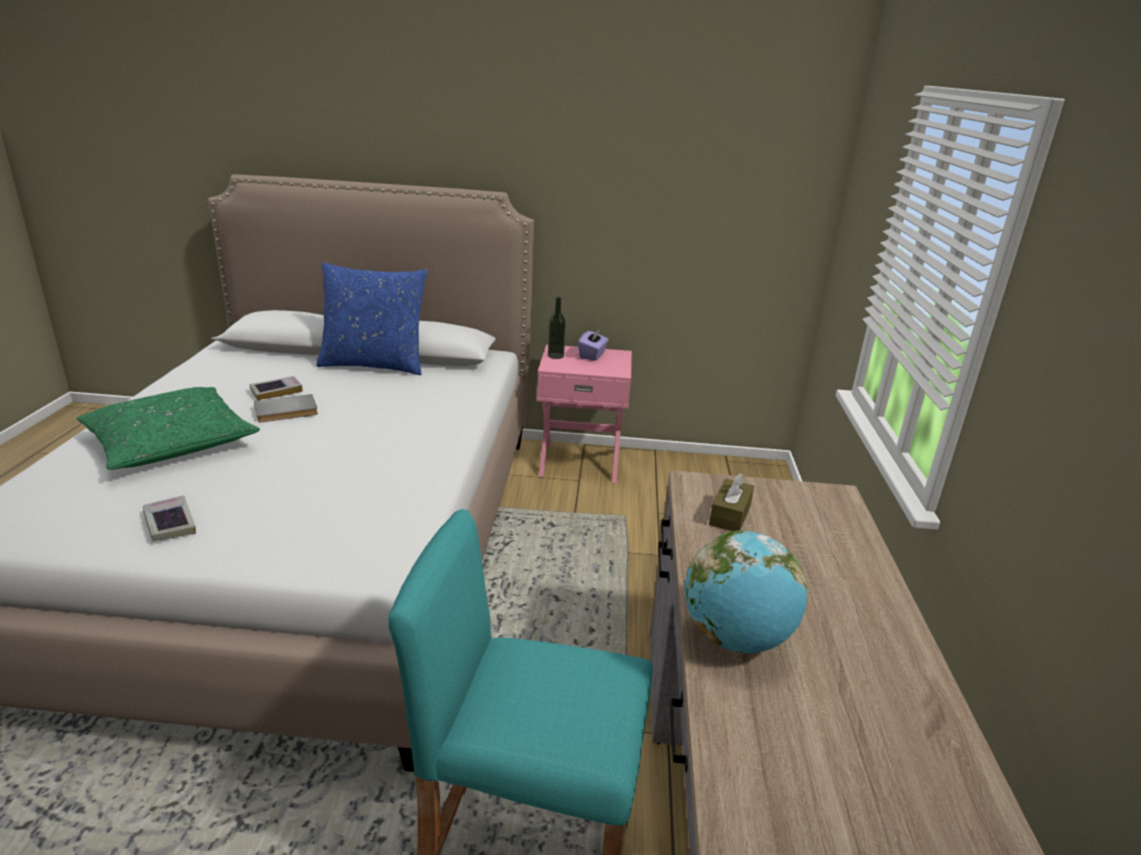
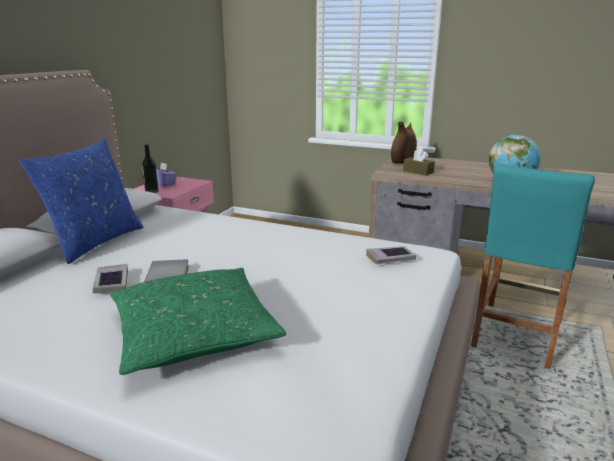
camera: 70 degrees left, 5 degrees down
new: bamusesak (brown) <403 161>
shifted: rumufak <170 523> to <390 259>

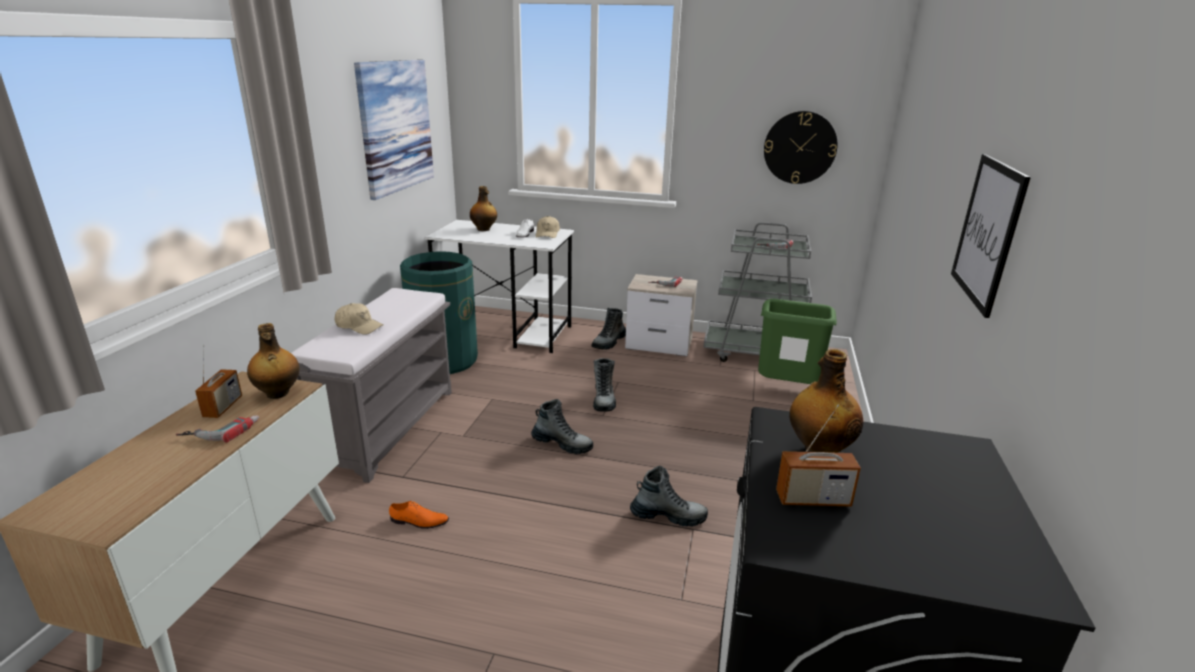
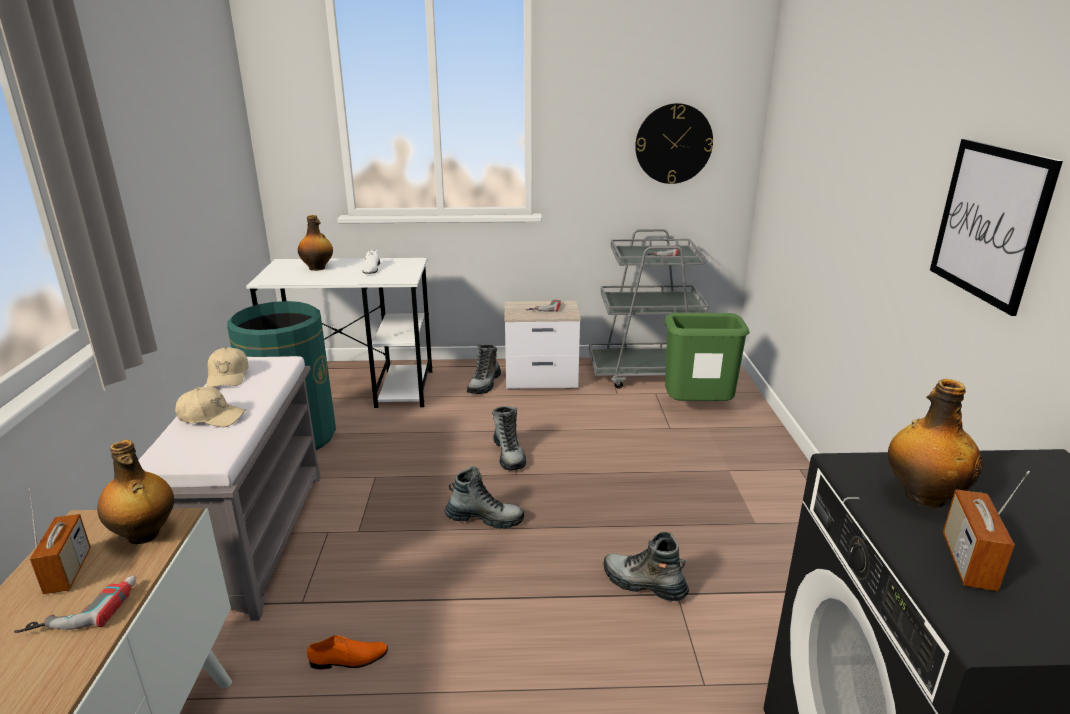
camera: 15 degrees left, 0 degrees up
gone: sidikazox <396 126>
shifted: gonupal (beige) <547 234> to <228 376>
rotated: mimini <668 516> = <643 584> 135 degrees counterclockwise; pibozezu <813 499> = <968 562> 120 degrees clockwise

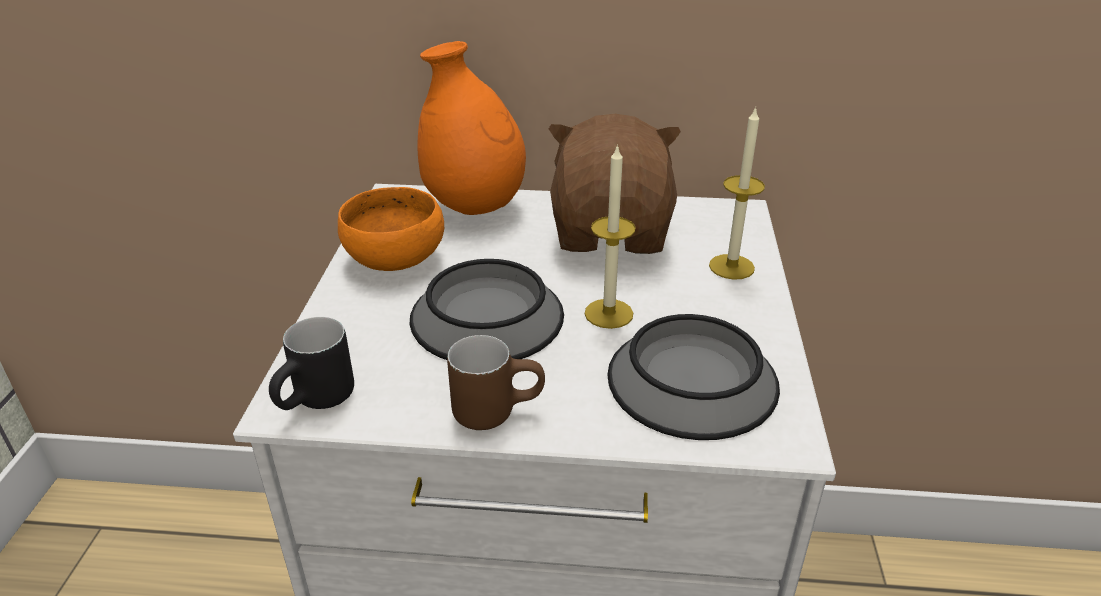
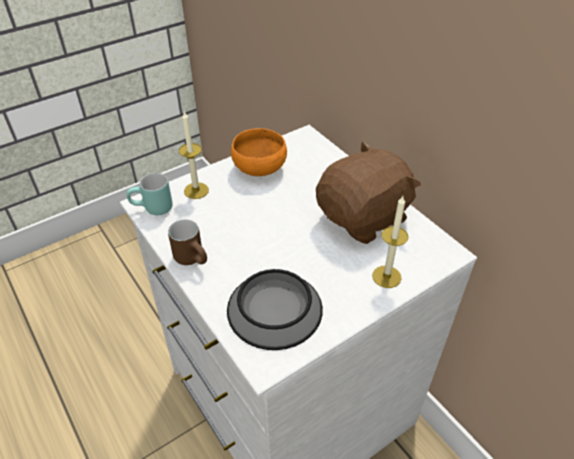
camera: 50 degrees right, 10 degrees up
gone: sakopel <486 316>; bamusesak (orange) <475 207>
shifted: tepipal <608 313> to <196 190>
repainted: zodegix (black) <319 403> to zodegix (turquoise) <152 210>

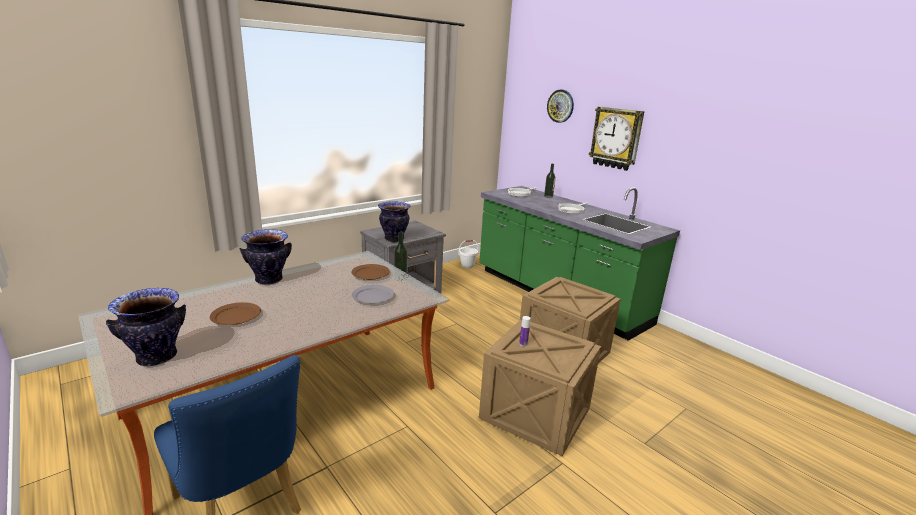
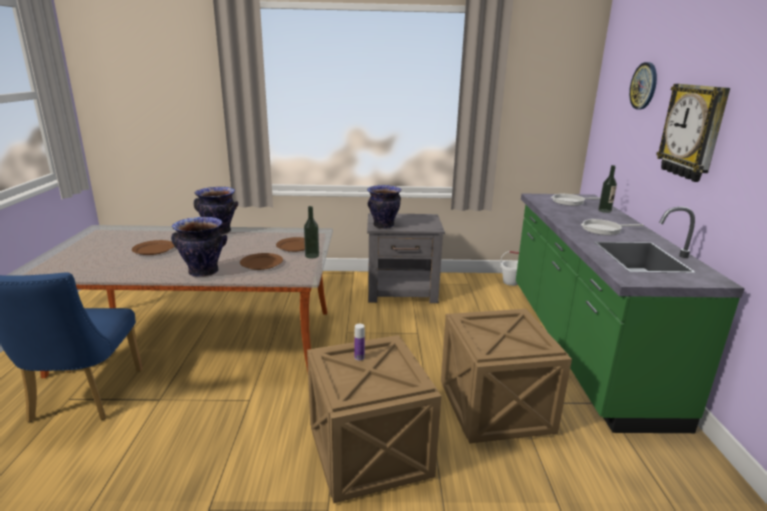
camera: 40 degrees right, 0 degrees up
shifted: bamusesak <157 357> to <204 272>
repainted: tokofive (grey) <373 296> to tokofive (brown) <261 263>

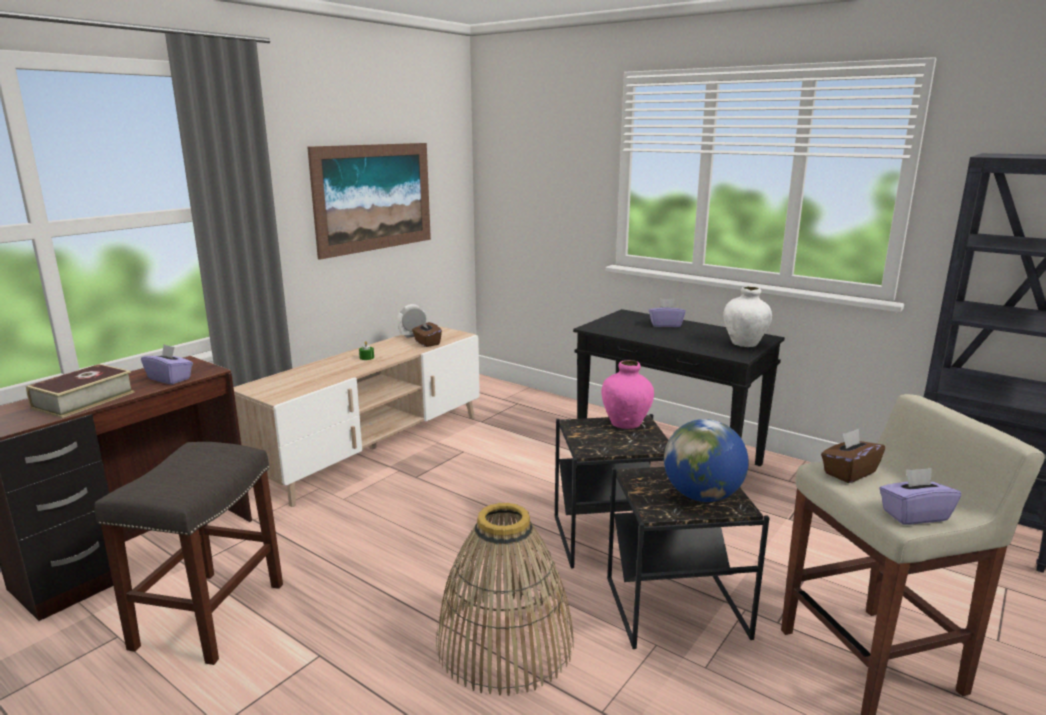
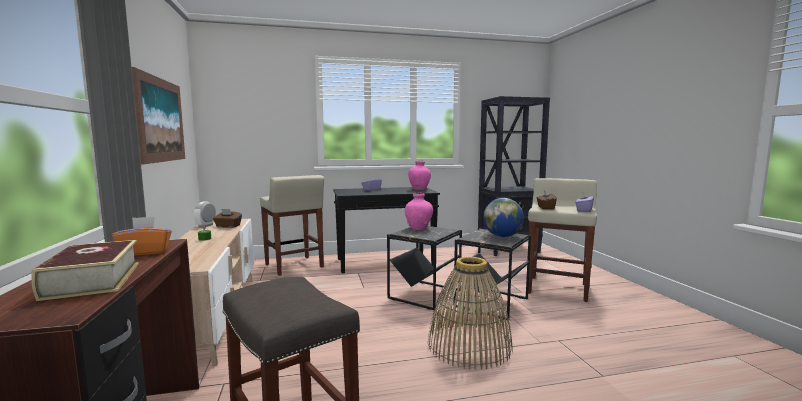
camera: 50 degrees left, 10 degrees down
new: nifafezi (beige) <294 266>
repainted: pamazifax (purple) <170 379> to pamazifax (orange) <145 252>; bamusesak (white) <744 344> to bamusesak (pink) <419 189>

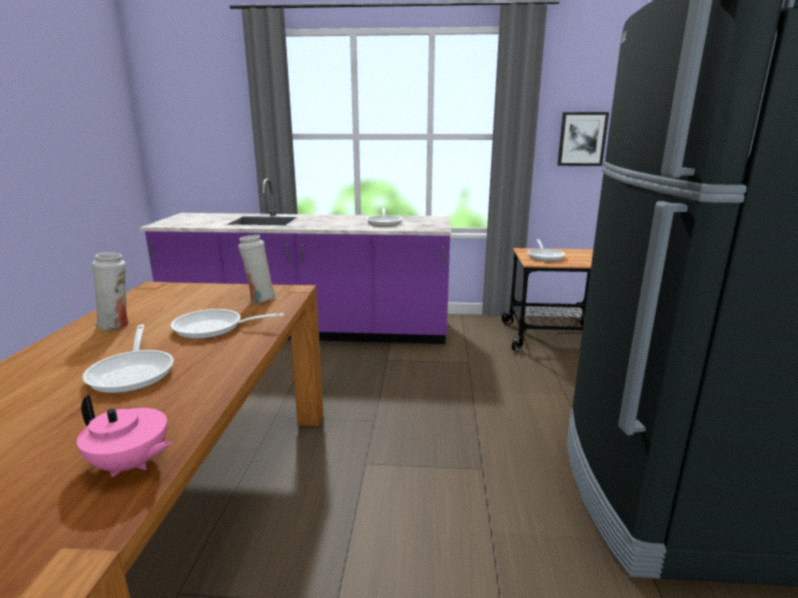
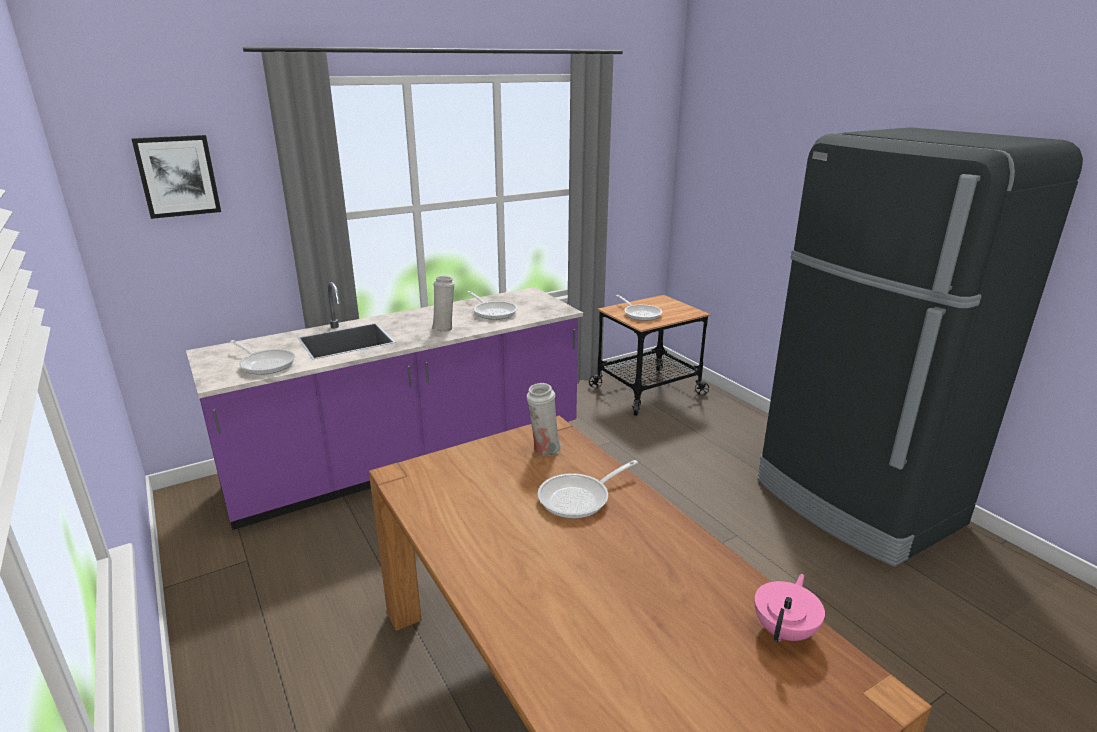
camera: 35 degrees left, 5 degrees up
shifted: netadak <133 372> to <265 364>; bamusesak (white) <117 325> to <444 328>; sidikazox <582 139> to <177 176>
rotated: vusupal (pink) <131 465> = <785 630> 45 degrees counterclockwise

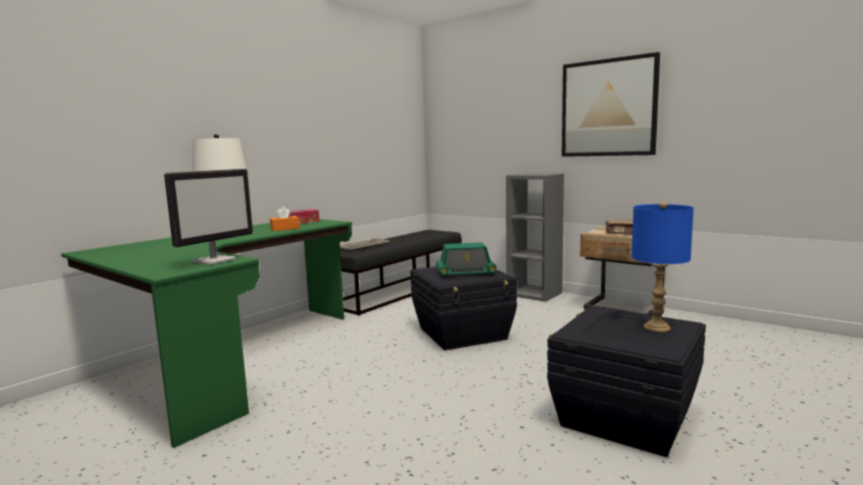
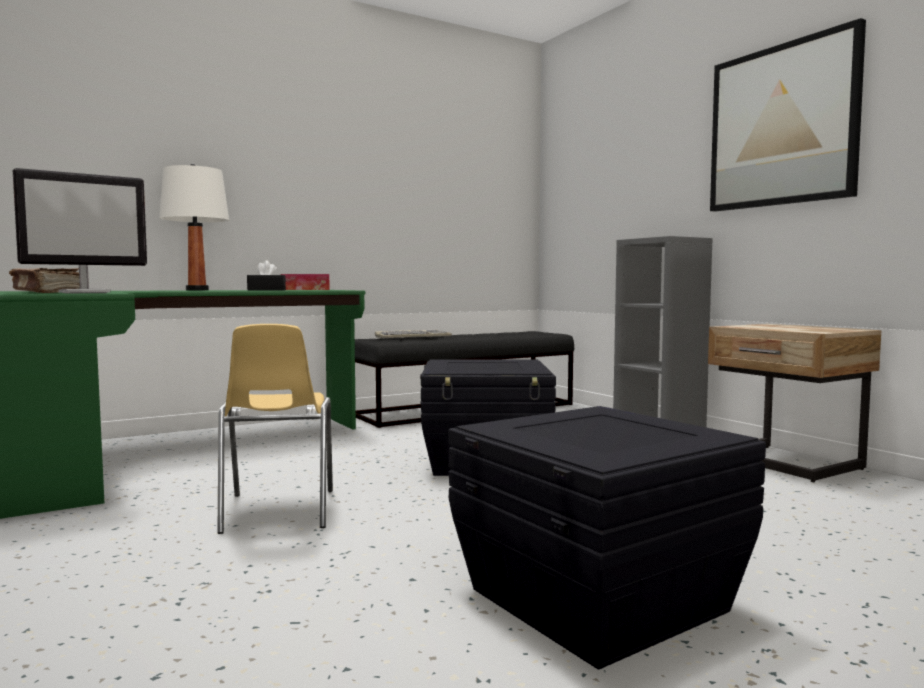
camera: 20 degrees right, 5 degrees down
gone: pibozezu <465 273>; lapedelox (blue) <656 327>
new: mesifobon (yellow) <277 511>
shifted: rumufak (brown) <622 233> to <48 292>
repainted: pamazifax (orange) <285 229> to pamazifax (black) <266 290>

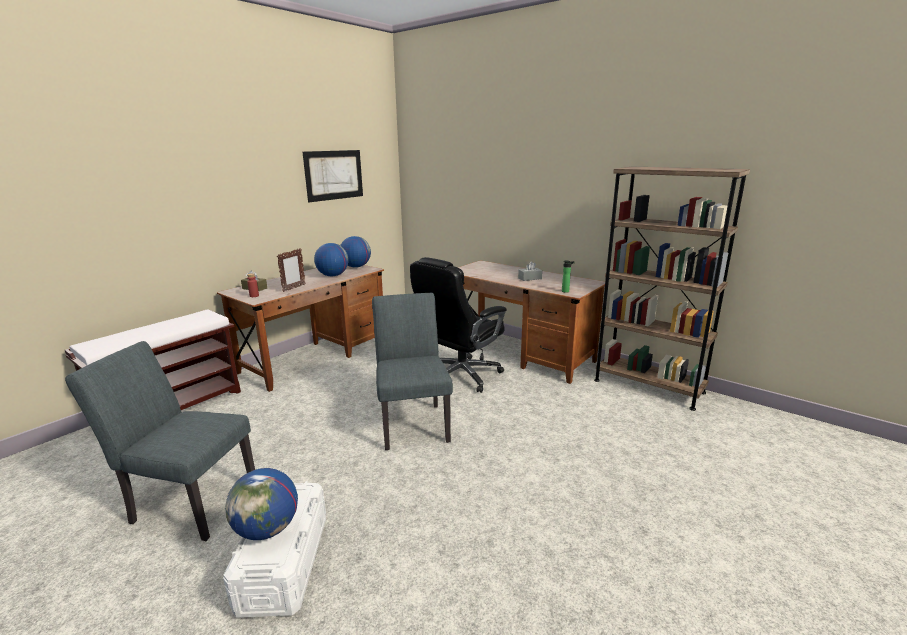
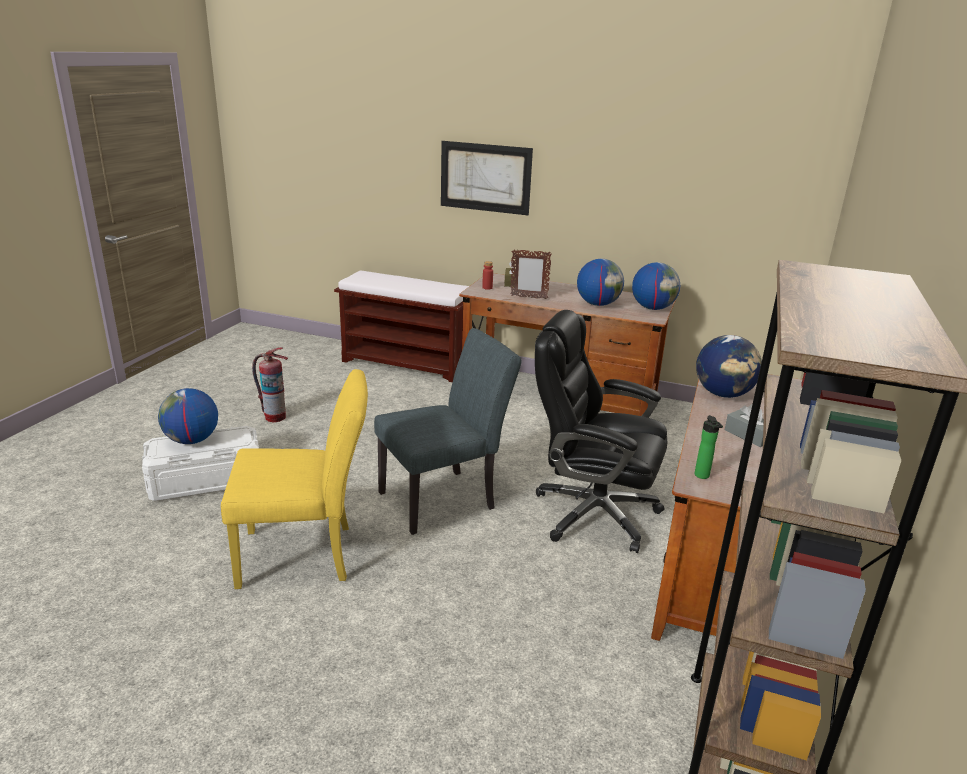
camera: 70 degrees right, 5 degrees up
new: mesifobon (yellow) <306 555>; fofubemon <723 394>
shifted: sidikazox <334 175> to <485 177>
swapped: mesifobon (grey) <188 502> to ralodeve <275 417>

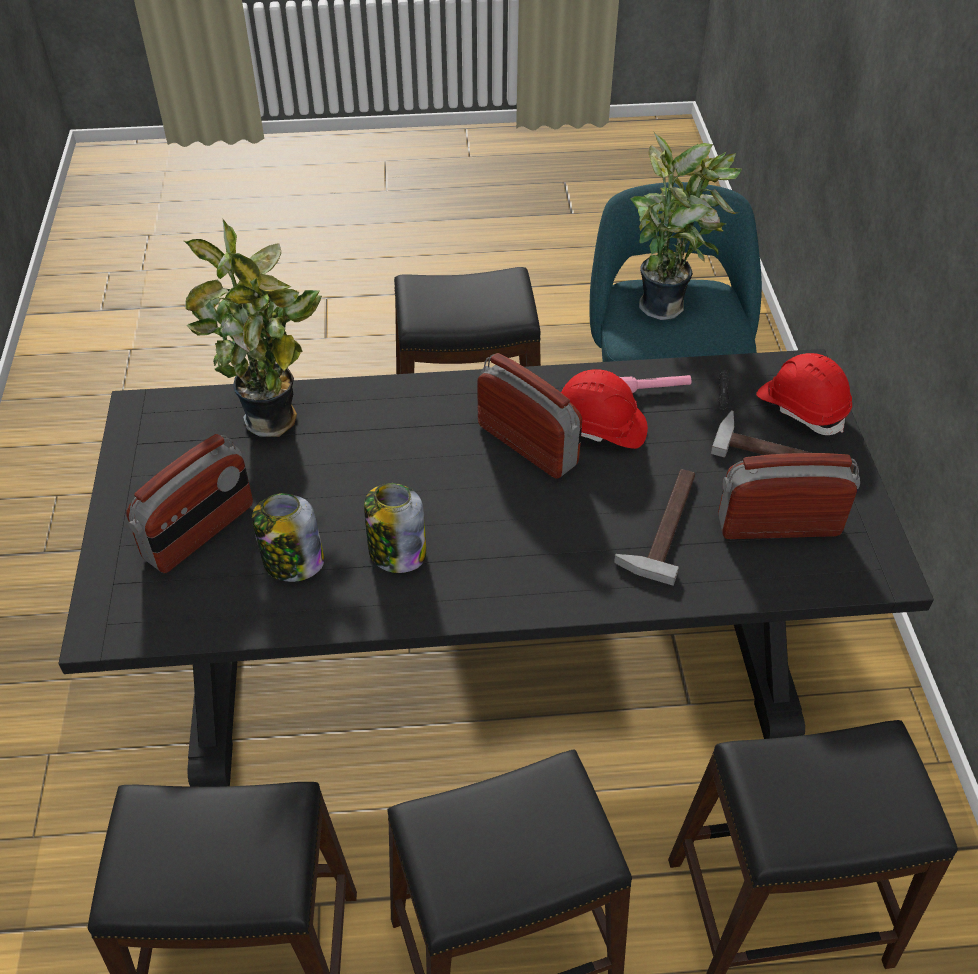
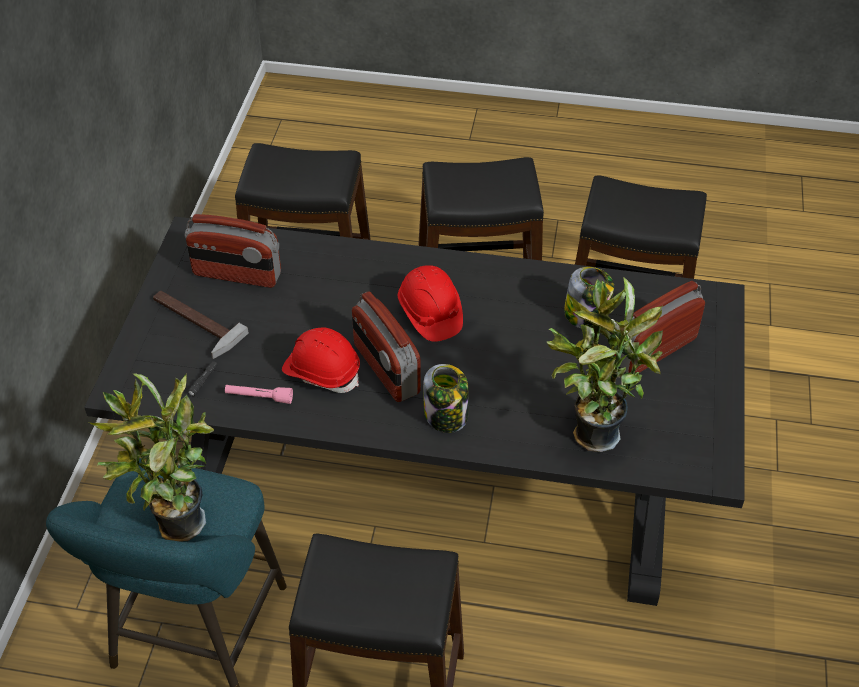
camera: 165 degrees left, 0 degrees up
gone: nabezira <662 523>
shifted: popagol <396 552> to <446 416>; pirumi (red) <802 408> to <430 314>

